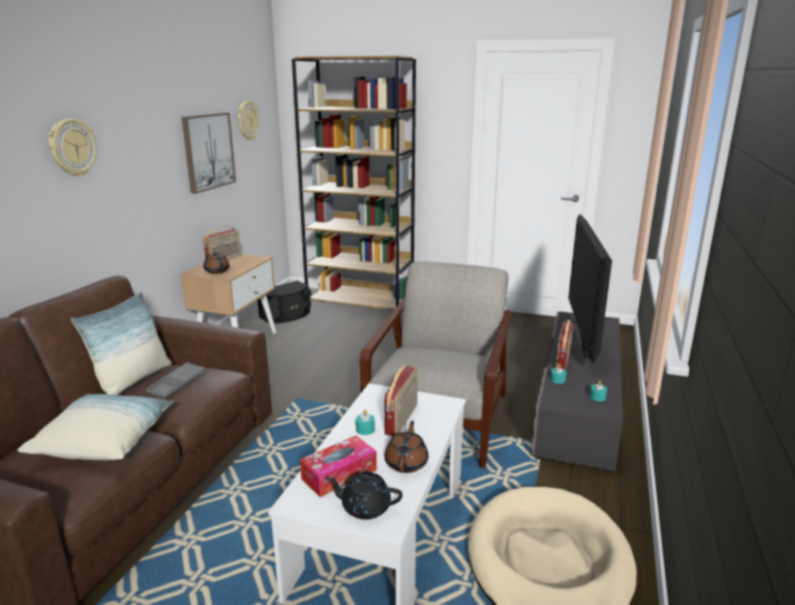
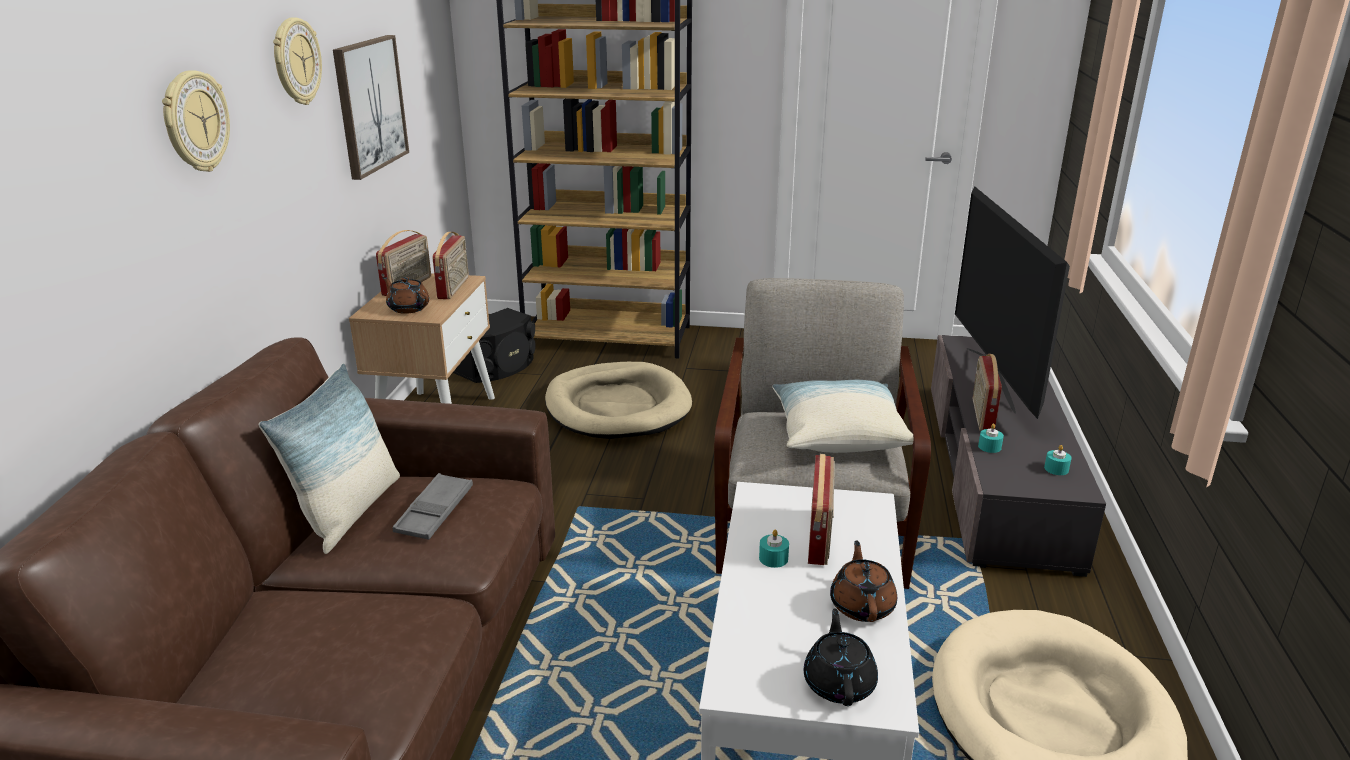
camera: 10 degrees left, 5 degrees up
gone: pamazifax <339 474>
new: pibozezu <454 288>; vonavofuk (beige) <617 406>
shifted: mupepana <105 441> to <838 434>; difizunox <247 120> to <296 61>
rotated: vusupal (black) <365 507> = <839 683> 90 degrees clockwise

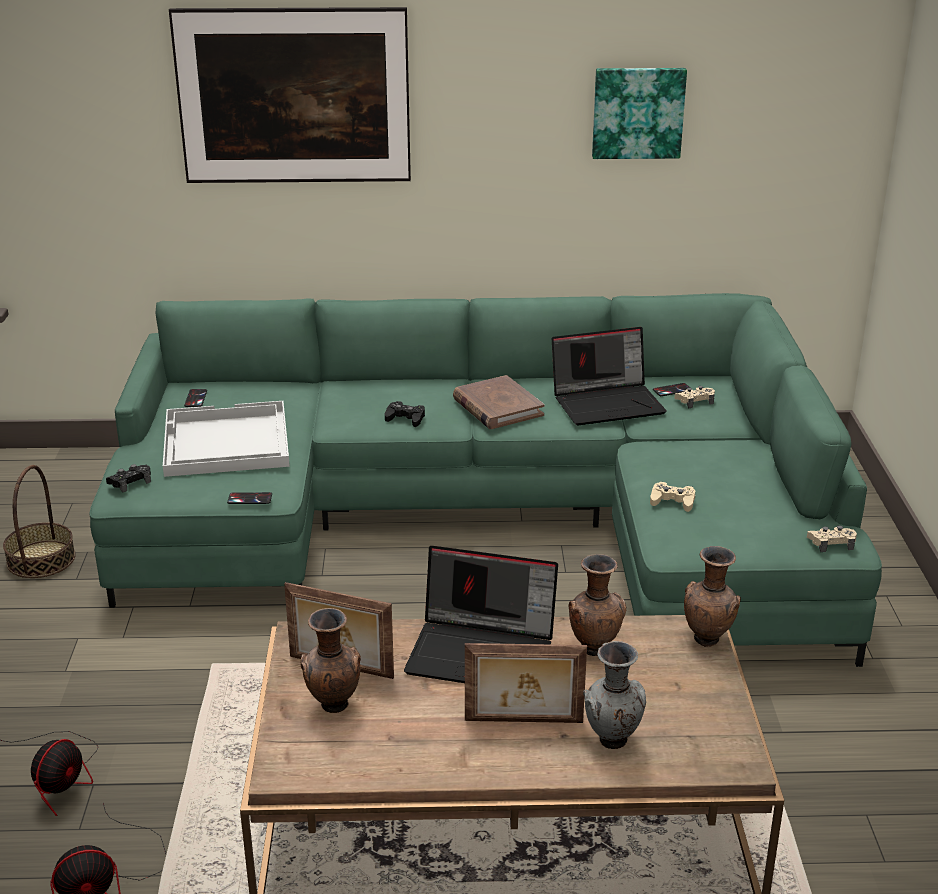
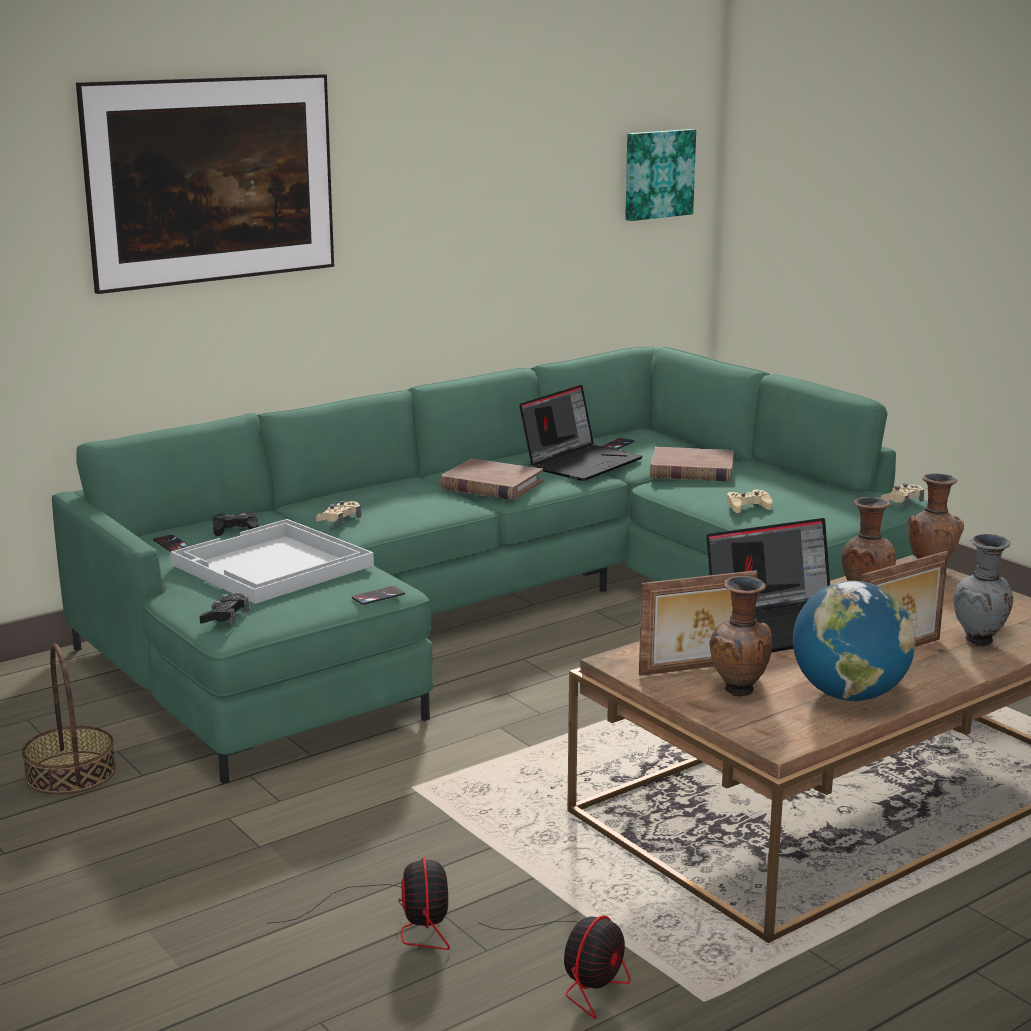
camera: 35 degrees left, 10 degrees down
new: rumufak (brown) <692 470>; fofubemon <849 695>
shifted: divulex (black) <405 418> to <235 529>; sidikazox <638 112> to <657 174>; divulex (beige) <695 401> to <339 519>

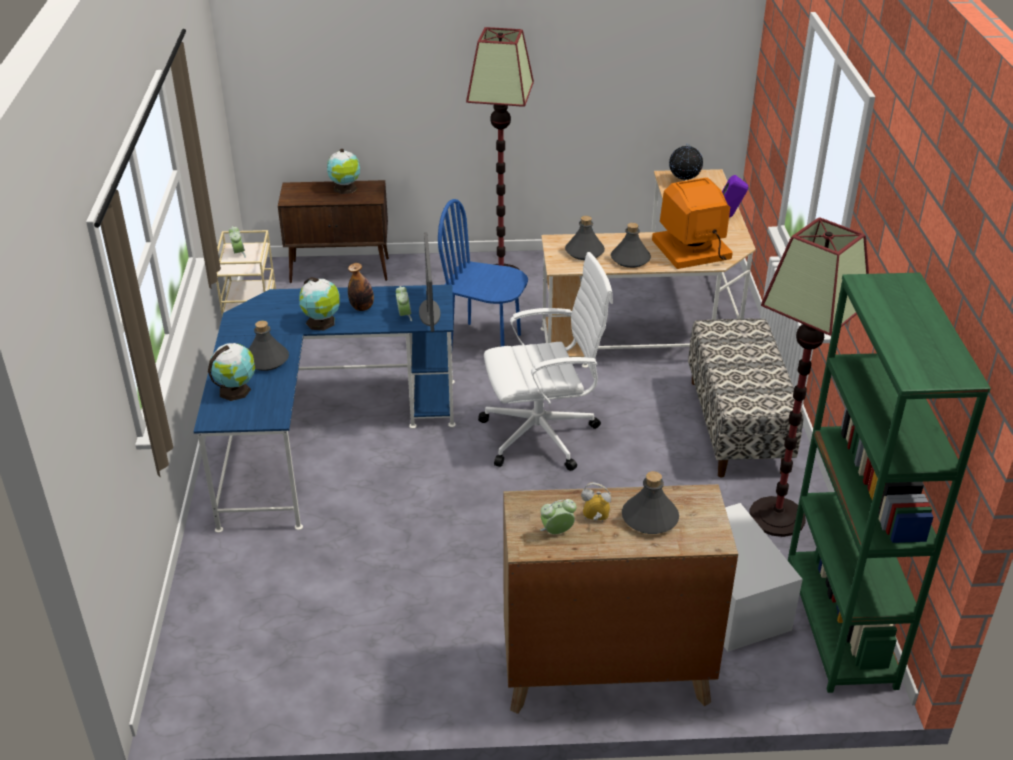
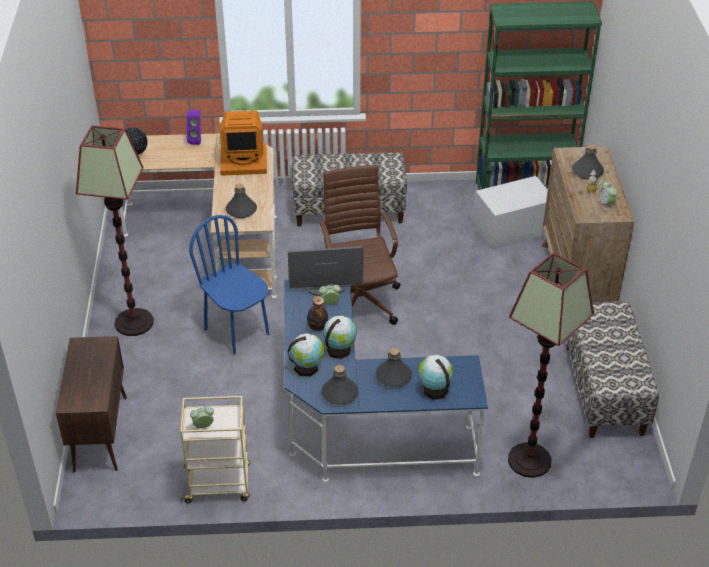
camera: 90 degrees left, 5 degrees up
new: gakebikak <604 390>
shifted: fofubemon <345 189> to <307 367>; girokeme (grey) <630 259> to <339 394>; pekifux <777 517> to <529 460>
repainted: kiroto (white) <543 435> to kiroto (brown) <359 300>
rotated: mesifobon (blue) <485 343> = <237 331> 120 degrees clockwise; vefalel <692 250> = <244 160> 75 degrees counterclockwise

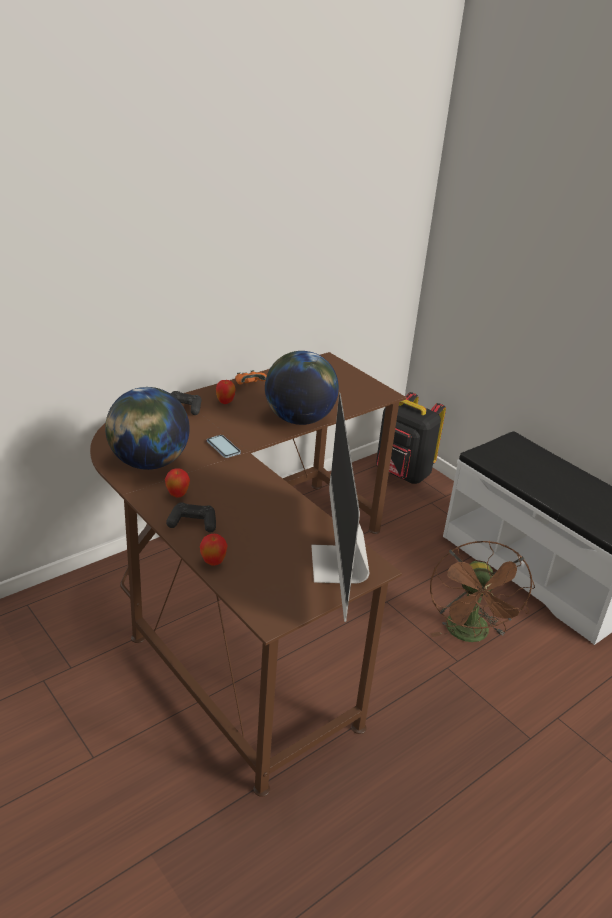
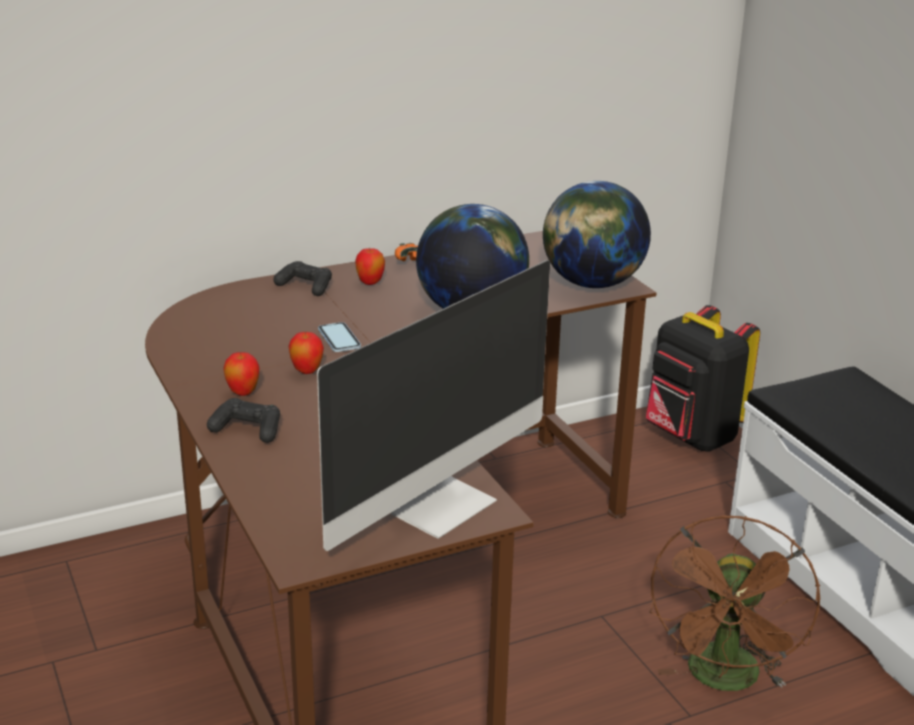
camera: 15 degrees right, 5 degrees down
shifted: fofubemon <148 463> to <592 283>; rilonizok <213 562> to <307 371>
rotated: vefalel <339 565> = <438 502> 150 degrees counterclockwise

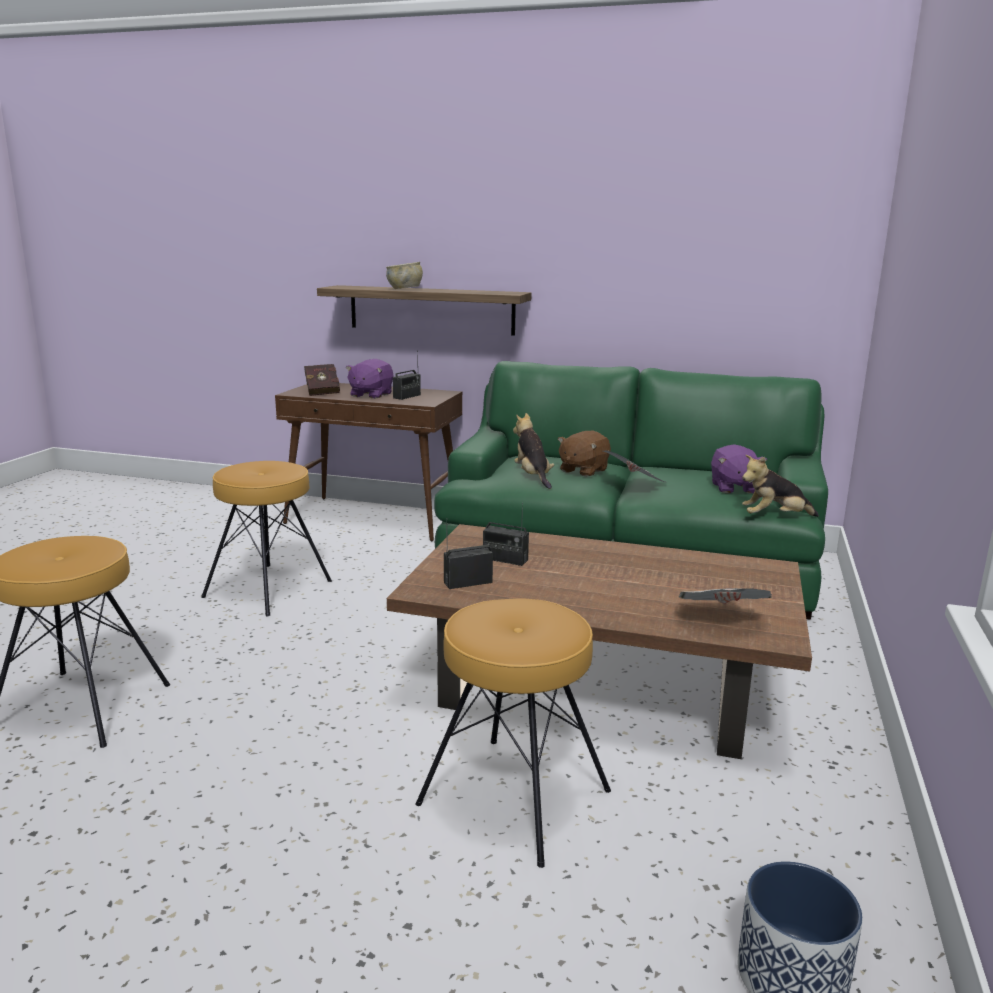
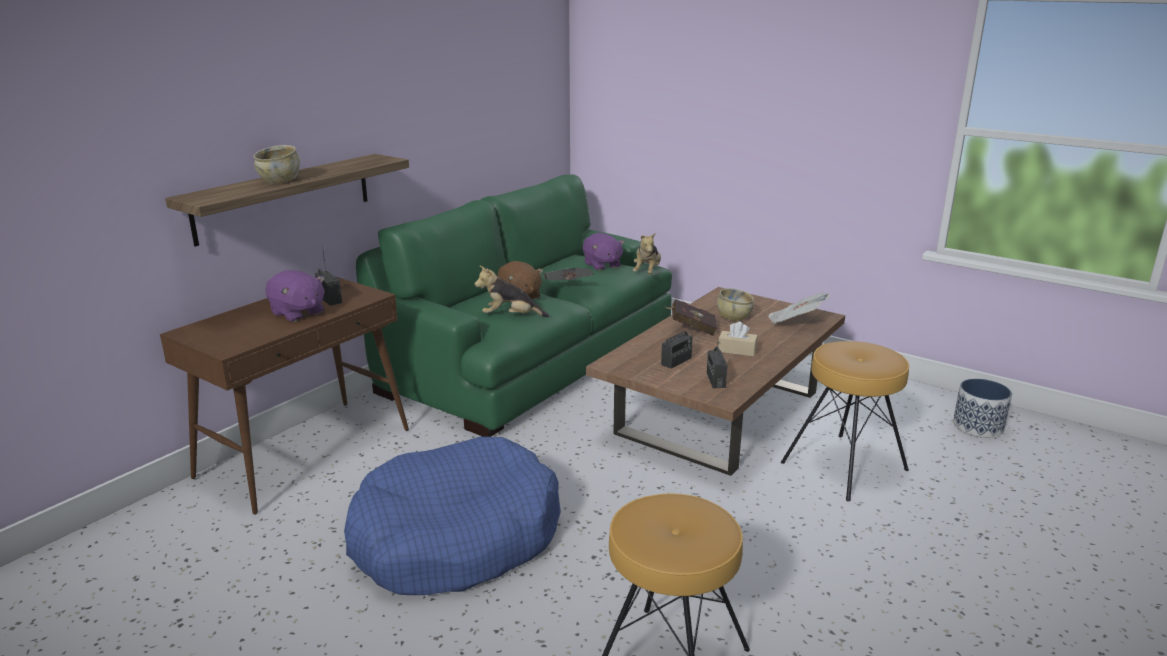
camera: 70 degrees left, 5 degrees up
new: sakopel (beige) <733 317>; pamazifax (beige) <737 350>
shifted: rumufak (red) <322 391> to <691 328>
swapped: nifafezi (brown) <269 589> to vonavofuk (blue) <455 538>
rotated: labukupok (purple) <733 488> = <602 265> 45 degrees clockwise

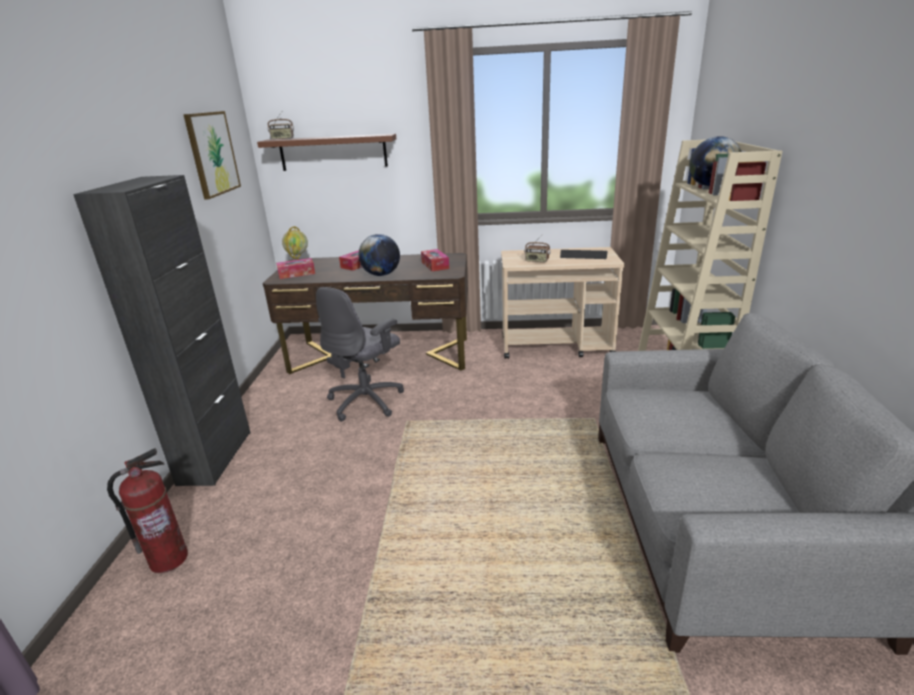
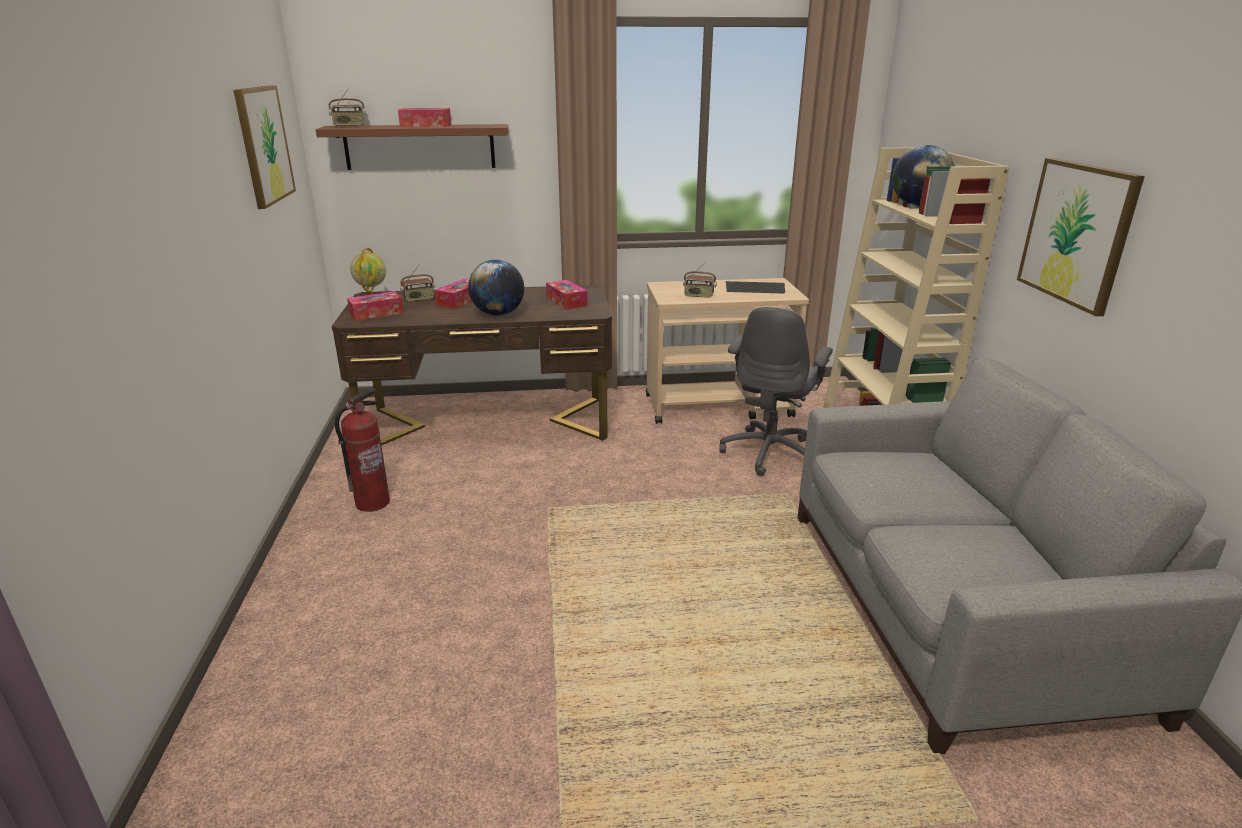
camera: 10 degrees left, 0 degrees up
gone: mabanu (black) <215 457>
new: pamazifax <426 126>; pibozezu <419 299>; sidikazox <1077 233>
shifted: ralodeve <169 559> to <372 503>; kiroto (grey) <367 401> to <769 452>

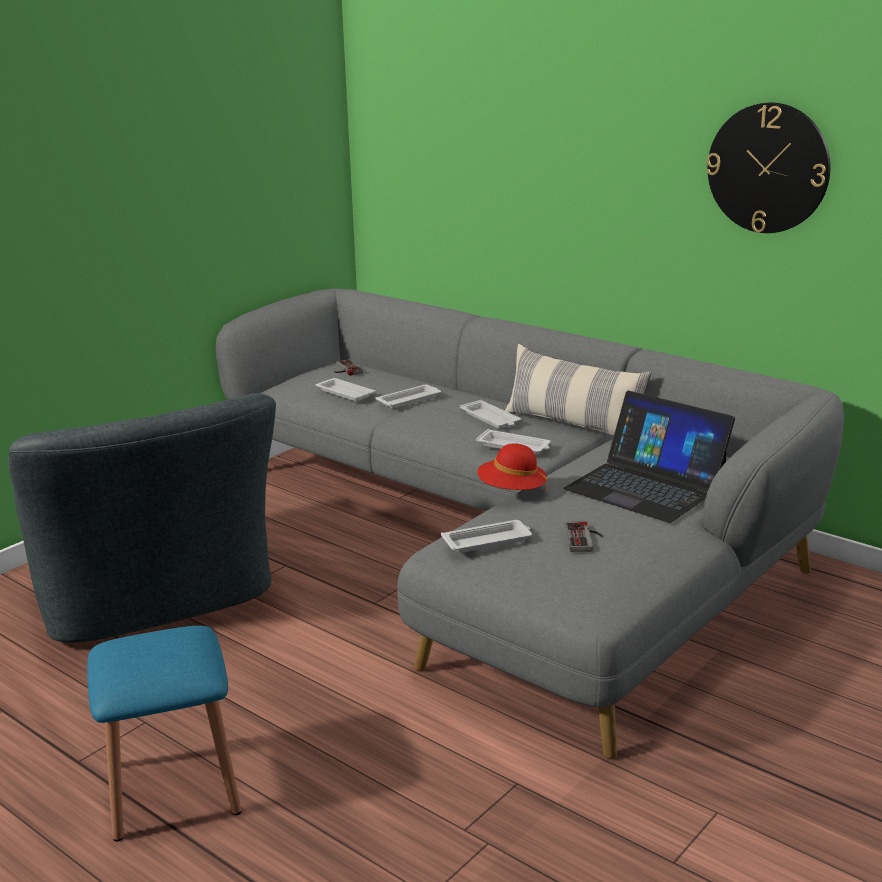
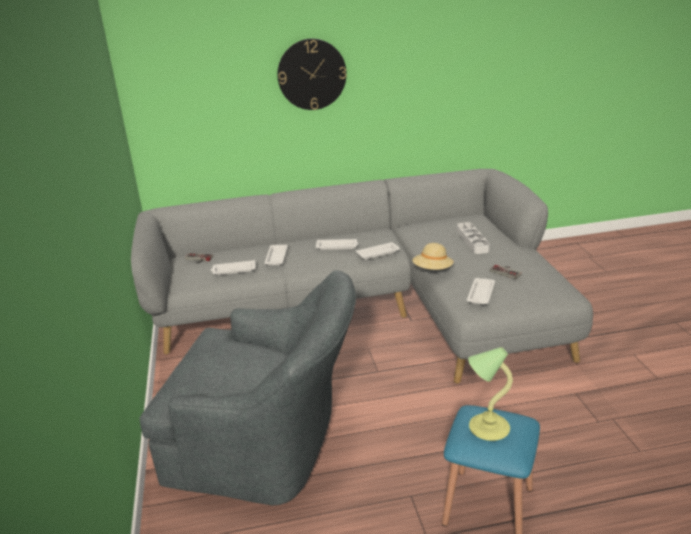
camera: 50 degrees left, 5 degrees up
gone: mupepana <573 425>
new: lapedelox <487 428>
shifted: difizunox <768 168> to <312 74>
swapped: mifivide <646 486> to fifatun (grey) <472 241>
repainted: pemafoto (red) <512 491> to pemafoto (beige) <432 270>

